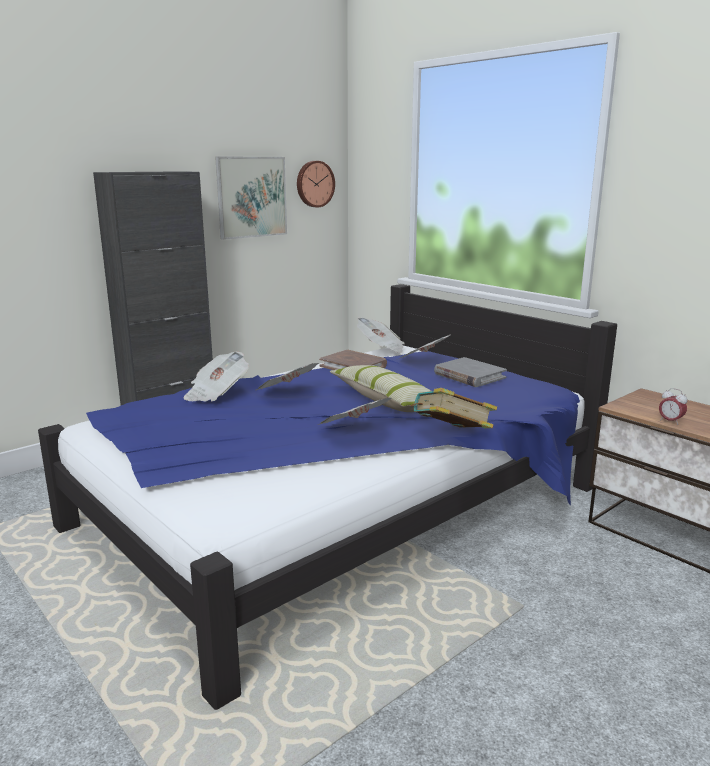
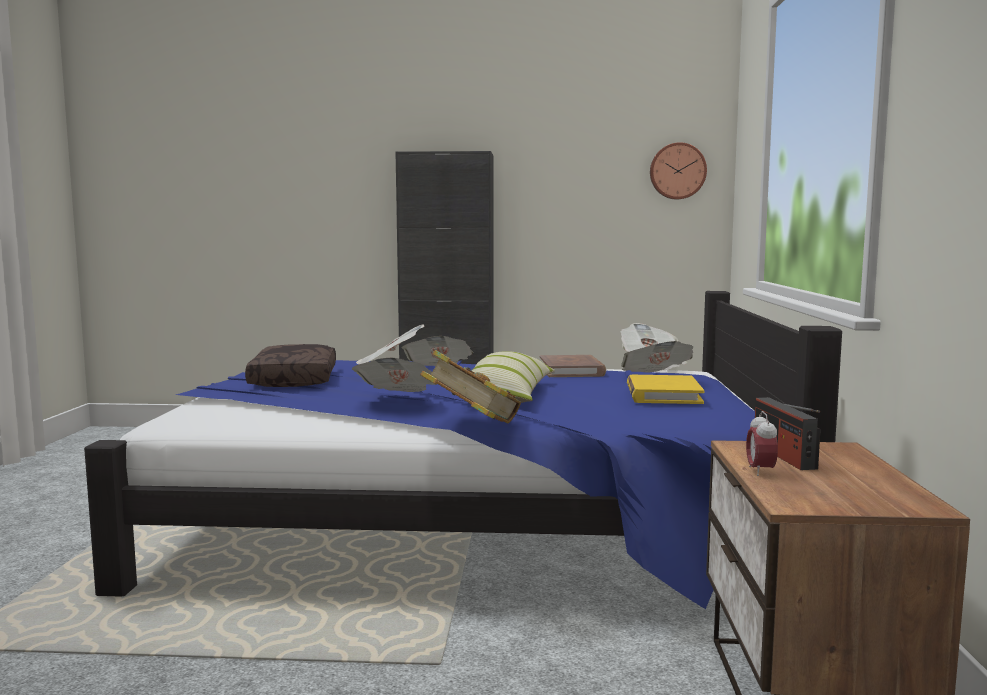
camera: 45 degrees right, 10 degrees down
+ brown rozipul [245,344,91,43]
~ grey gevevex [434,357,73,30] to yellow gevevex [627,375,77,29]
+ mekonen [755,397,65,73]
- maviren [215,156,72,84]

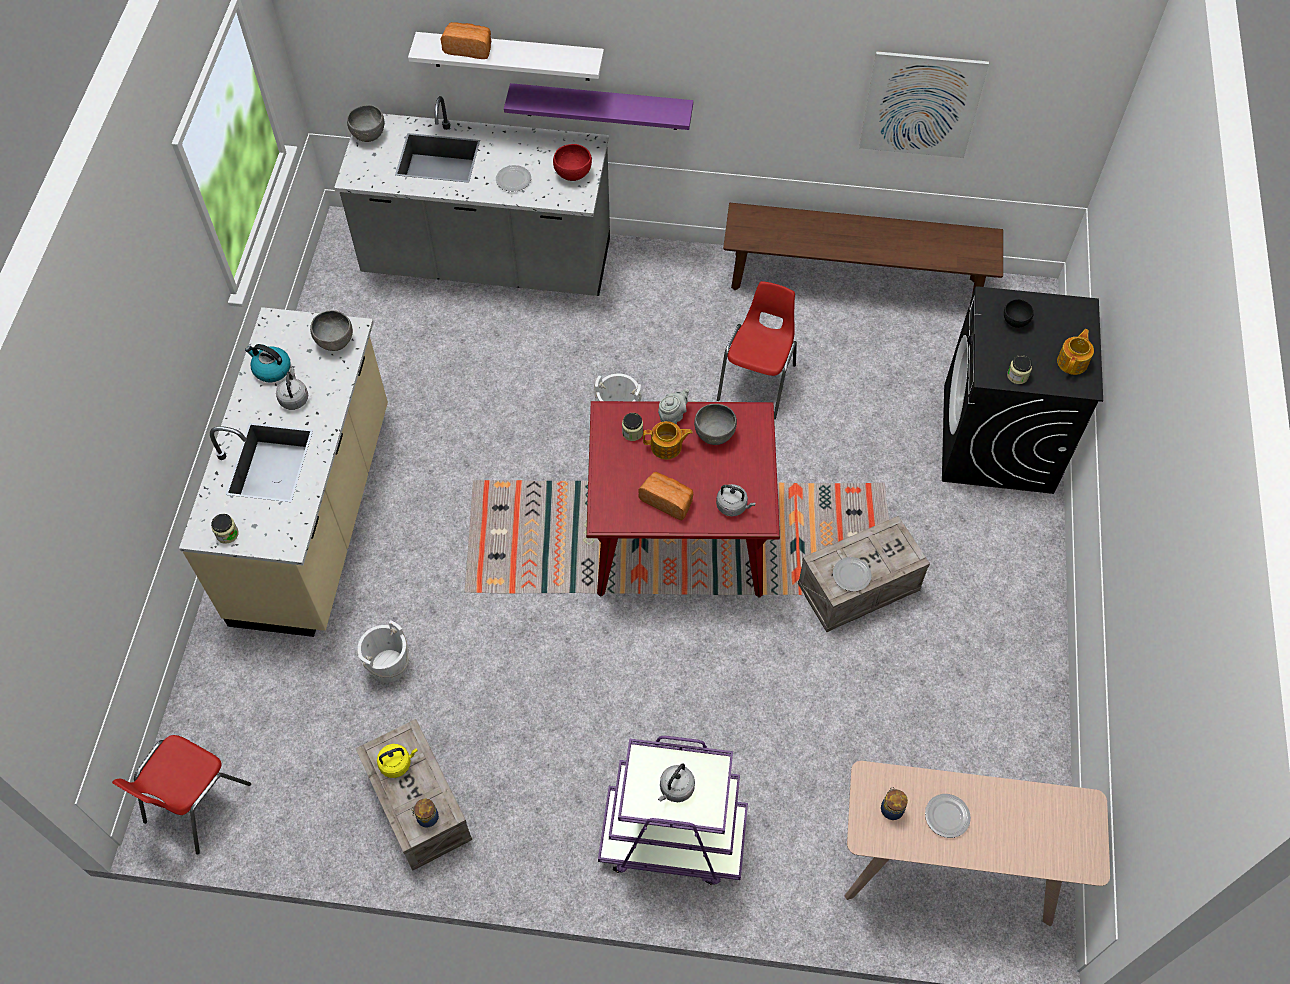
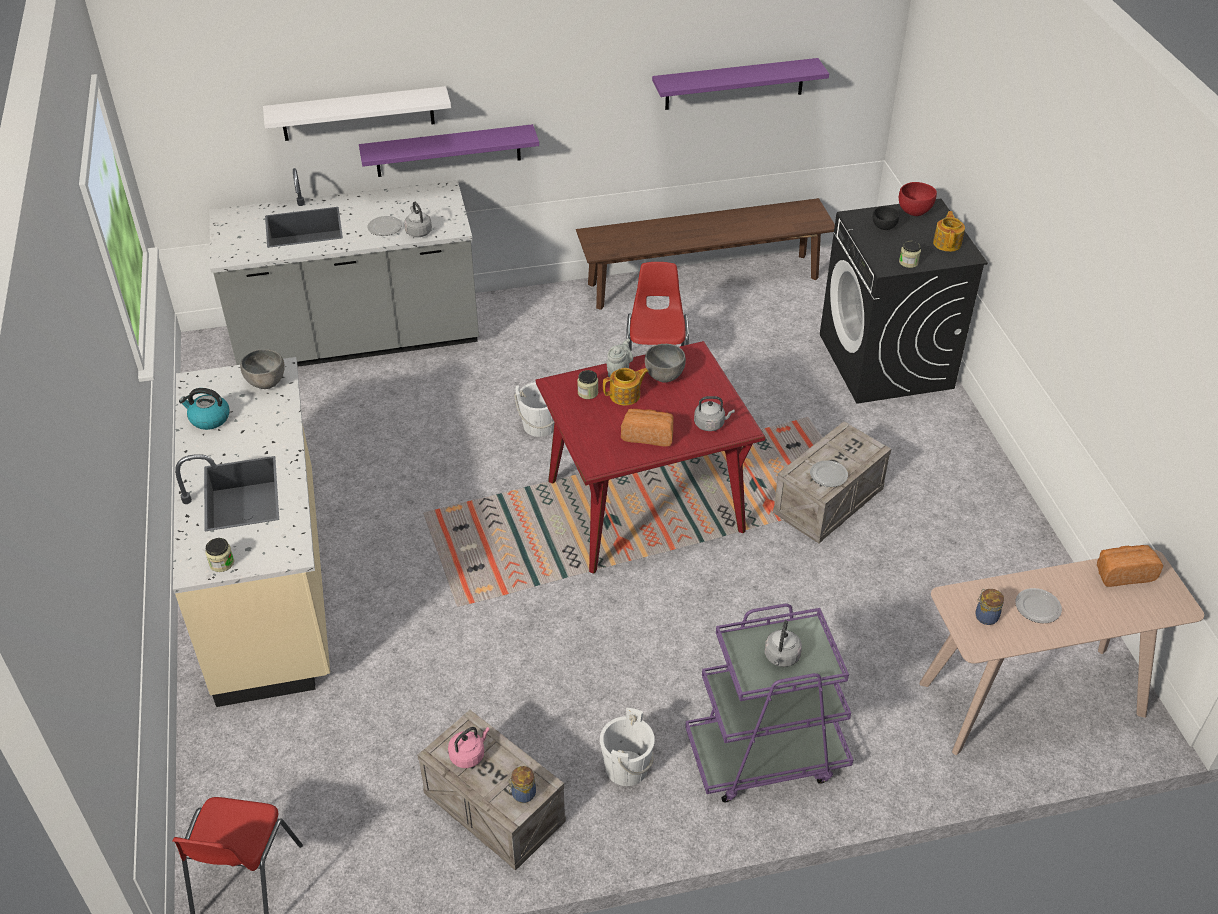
camera: 20 degrees left, 15 degrees down
~ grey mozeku [276,368,32,42] to [404,202,28,35]
~ yellow mozeku [377,744,41,34] to pink mozeku [448,727,42,41]
~ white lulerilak [357,620,52,63] to [600,708,55,78]
~ maviren [859,51,130,107] to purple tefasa [652,58,177,52]
~ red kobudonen [553,144,39,37] to [899,182,38,34]
~ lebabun [441,22,50,37] to [1097,545,66,42]
- grey kobudonen [347,105,37,37]

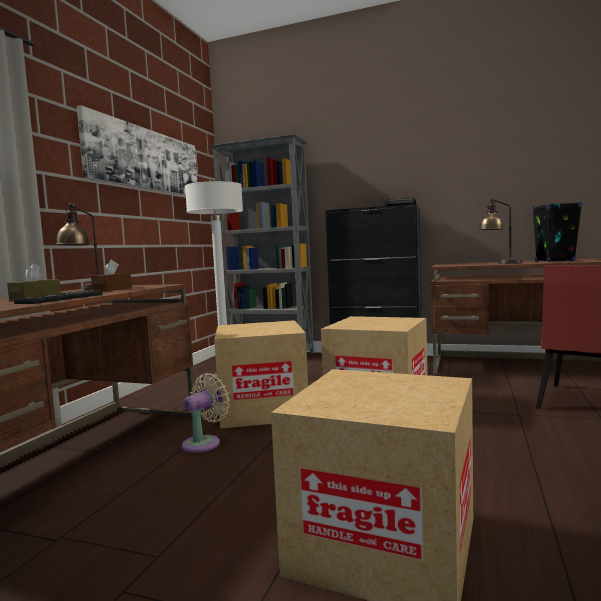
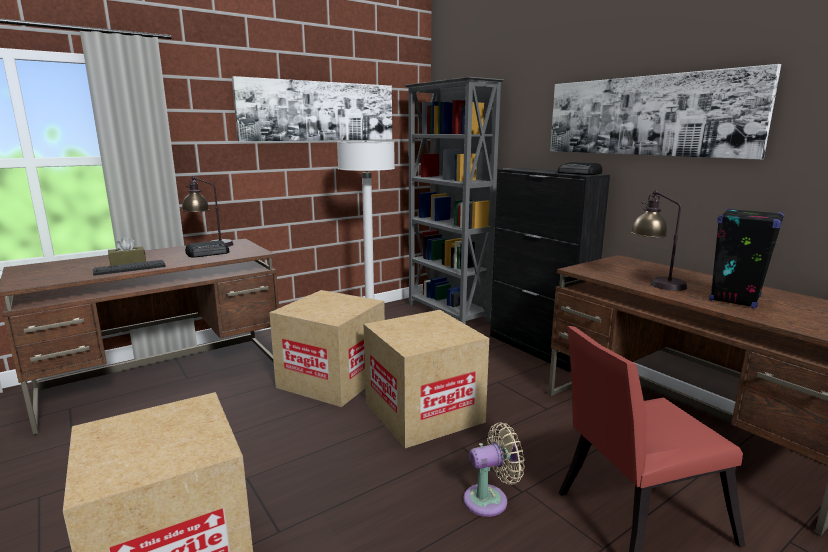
camera: 35 degrees right, 10 degrees up
~ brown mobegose [91,260,41,31] to mekonen [185,240,45,18]
~ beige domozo [182,373,48,80] to [463,422,62,95]
+ maviren [550,64,231,96]

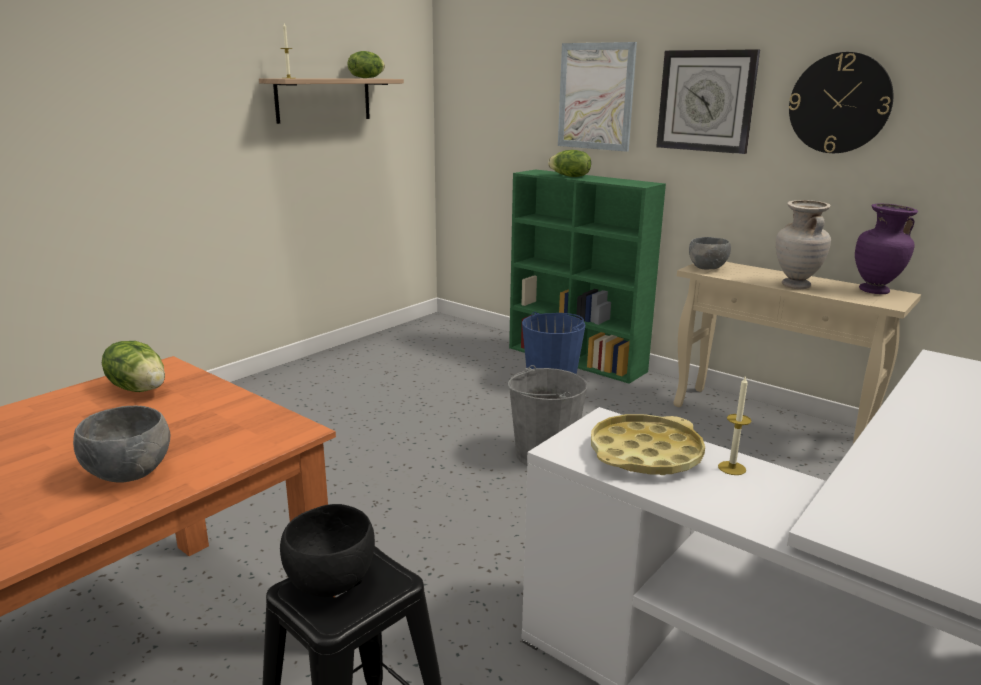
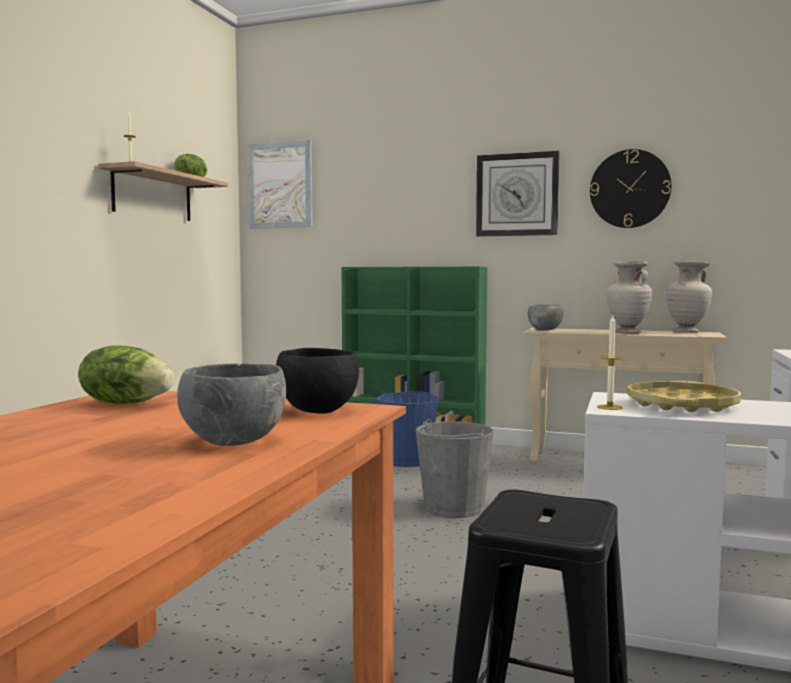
camera: 20 degrees left, 15 degrees down
~ maviren [558,42,79,110] to [248,140,64,89]
~ black kobudonen [280,504,95,93] to [276,348,83,66]
~ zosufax [718,375,33,100] to [597,316,26,94]
~ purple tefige [855,204,63,90] to beige tefige [666,261,46,72]
- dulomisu [548,150,43,27]

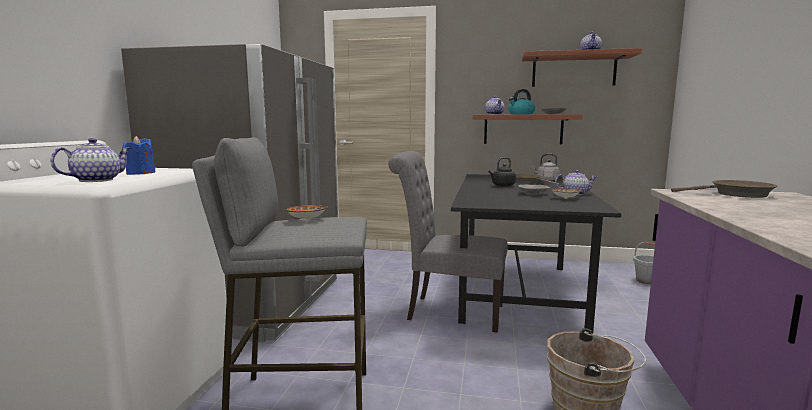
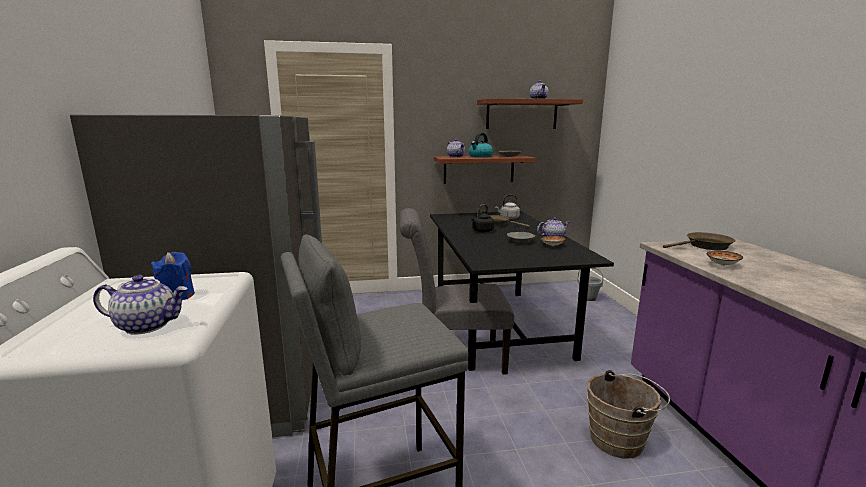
camera: 20 degrees left, 5 degrees up
~ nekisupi [50,138,82,44] = [93,275,95,60] 75 degrees clockwise
~ kobudonen [285,205,43,15] to [707,251,36,15]

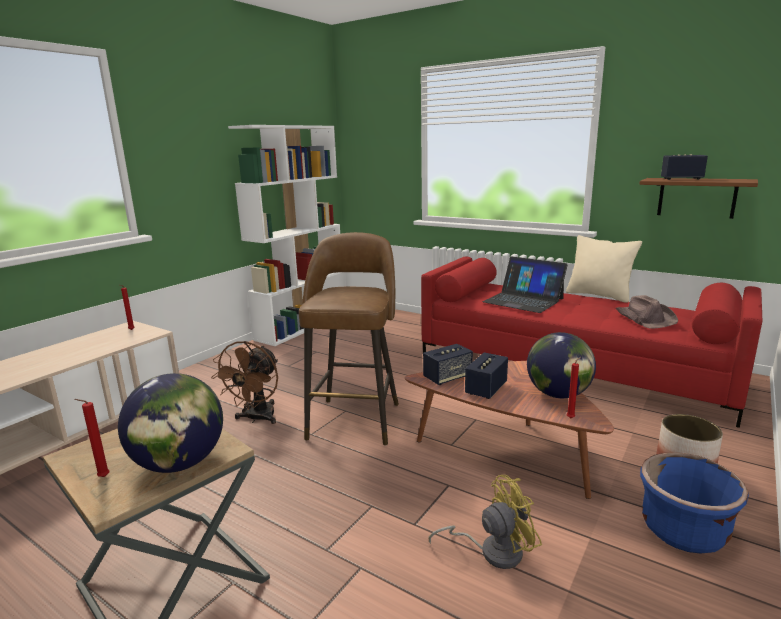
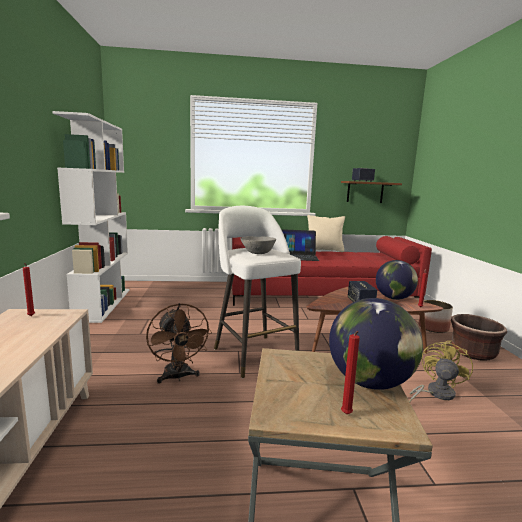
camera: 40 degrees left, 5 degrees down
~ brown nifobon [299,232,100,214] to white nifobon [214,206,87,172]
+ grey kobudonen [241,236,35,18]
~ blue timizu [640,453,109,100] to brown timizu [451,314,56,47]
- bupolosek [423,344,50,41]
- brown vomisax [615,295,63,34]

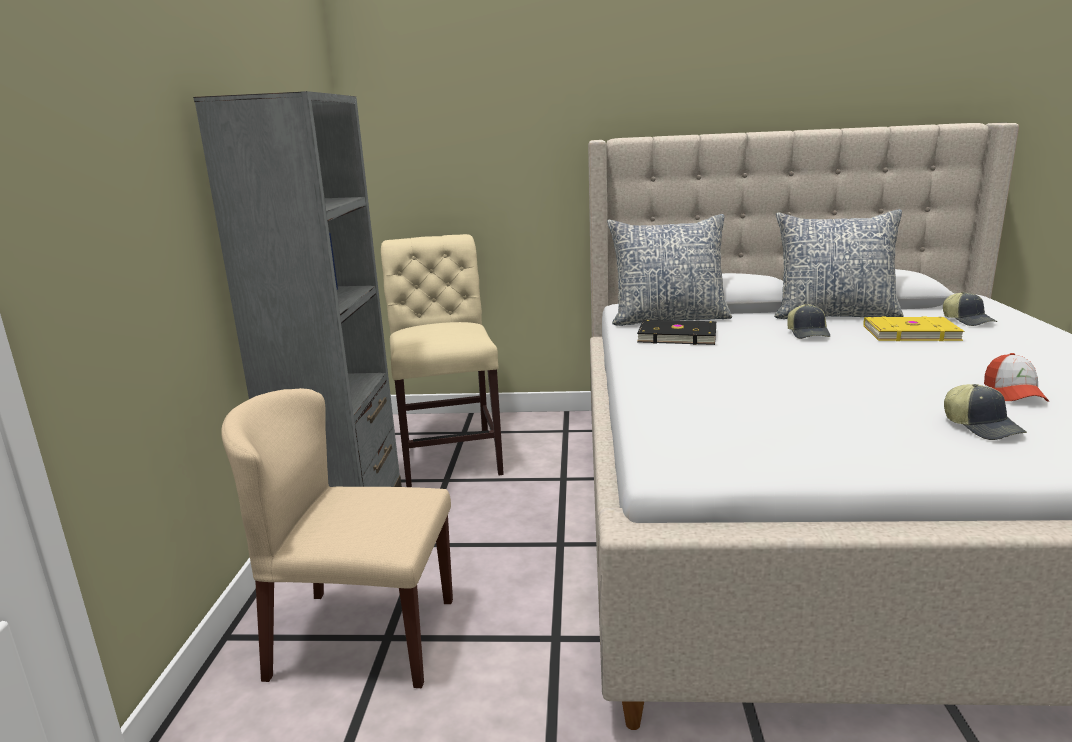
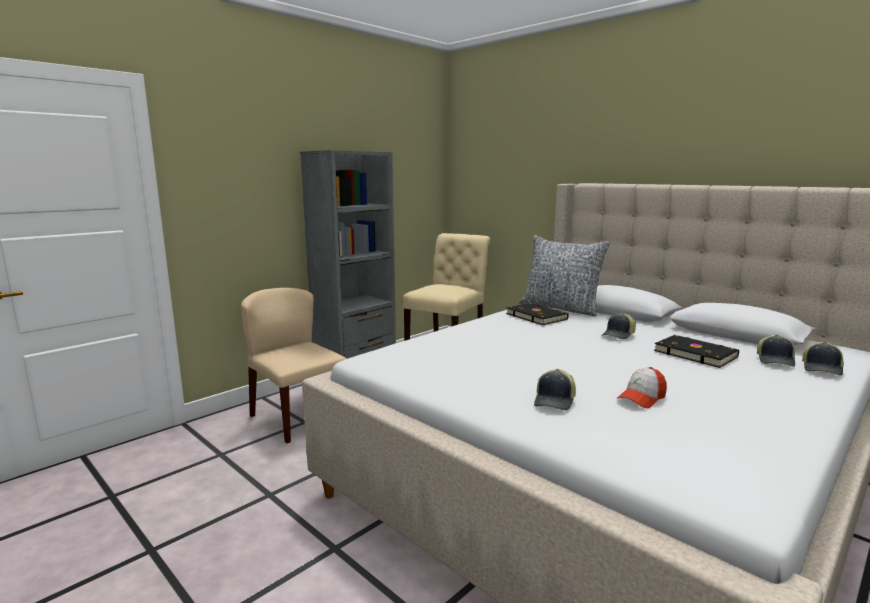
camera: 40 degrees right, 5 degrees down
~ yellow gevevex [863,316,101,25] to black gevevex [654,335,85,33]
+ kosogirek [802,342,42,34]
- rozipul [774,209,130,110]

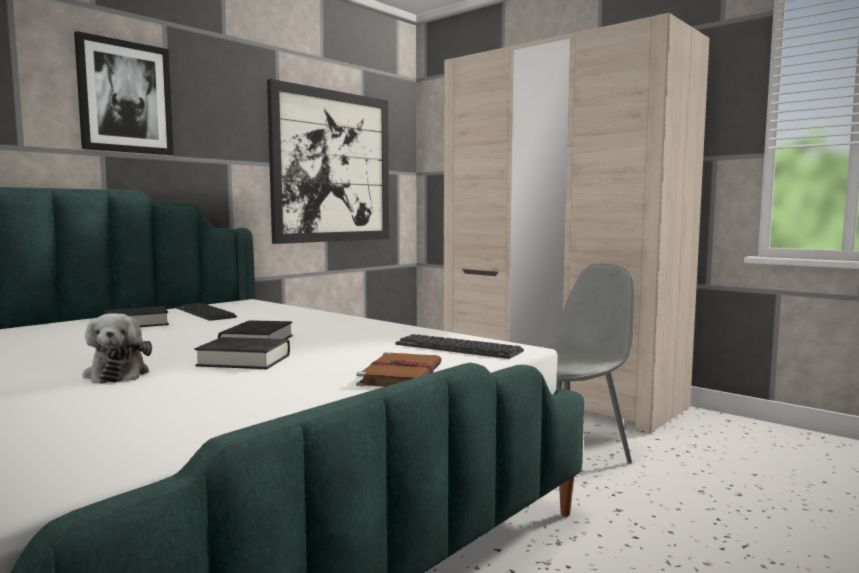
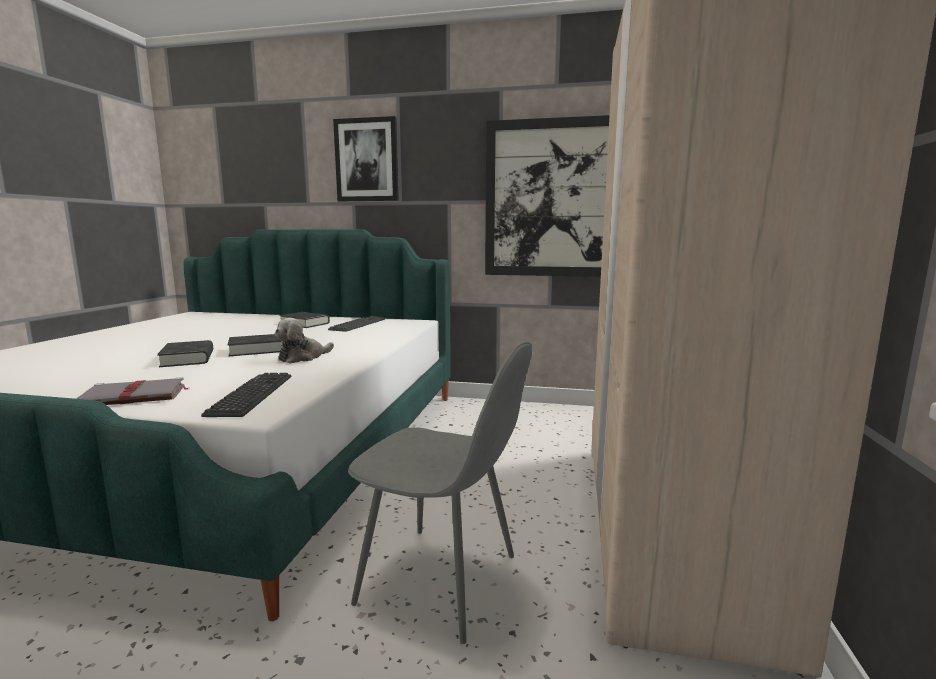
camera: 60 degrees right, 5 degrees up
~ brown gevevex [356,352,86,35] to grey gevevex [76,377,112,28]
~ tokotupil [83,313,69,71] to [274,318,60,46]

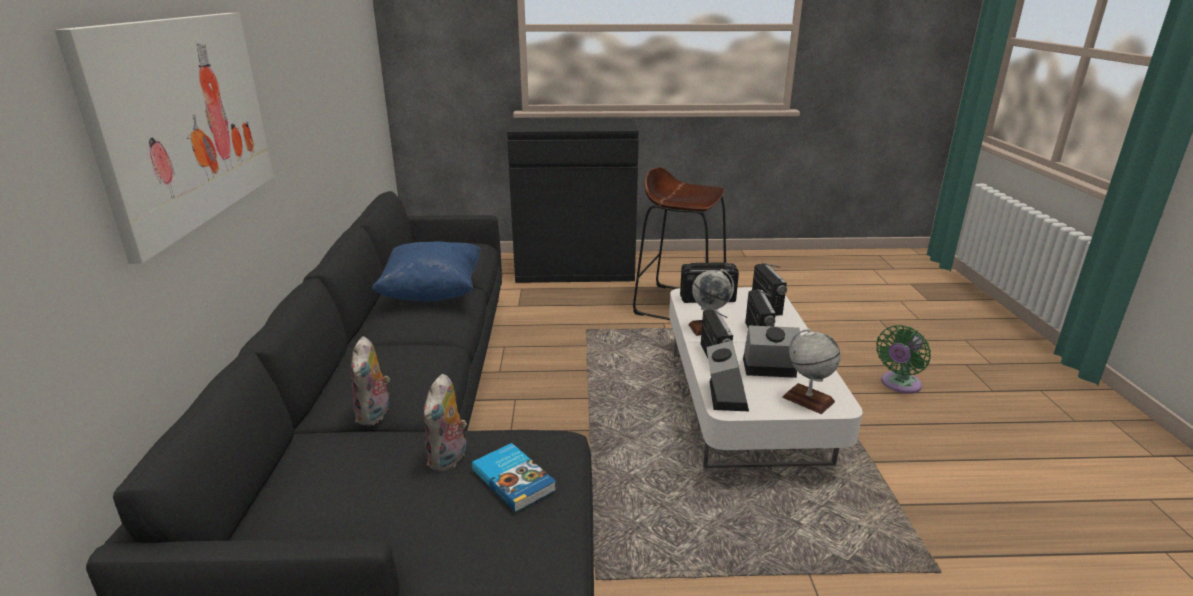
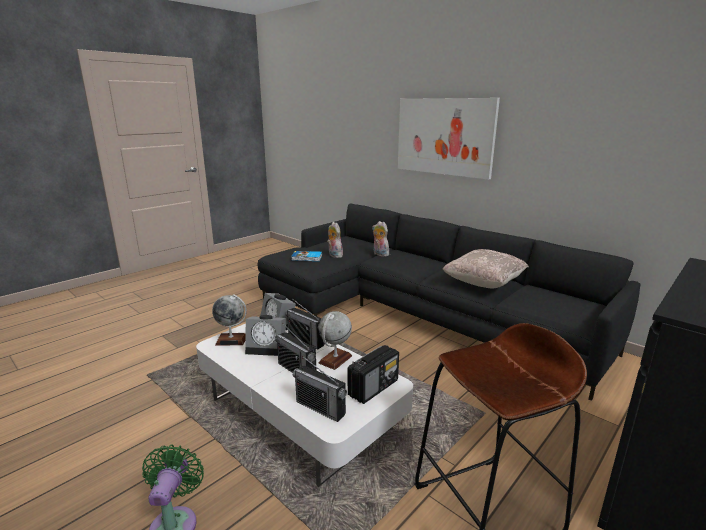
camera: 135 degrees right, 5 degrees down
~ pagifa [743,326,58,52] = [245,315,41,41] 45 degrees clockwise
~ blue rozipul [372,242,110,59] to beige rozipul [443,249,86,40]

